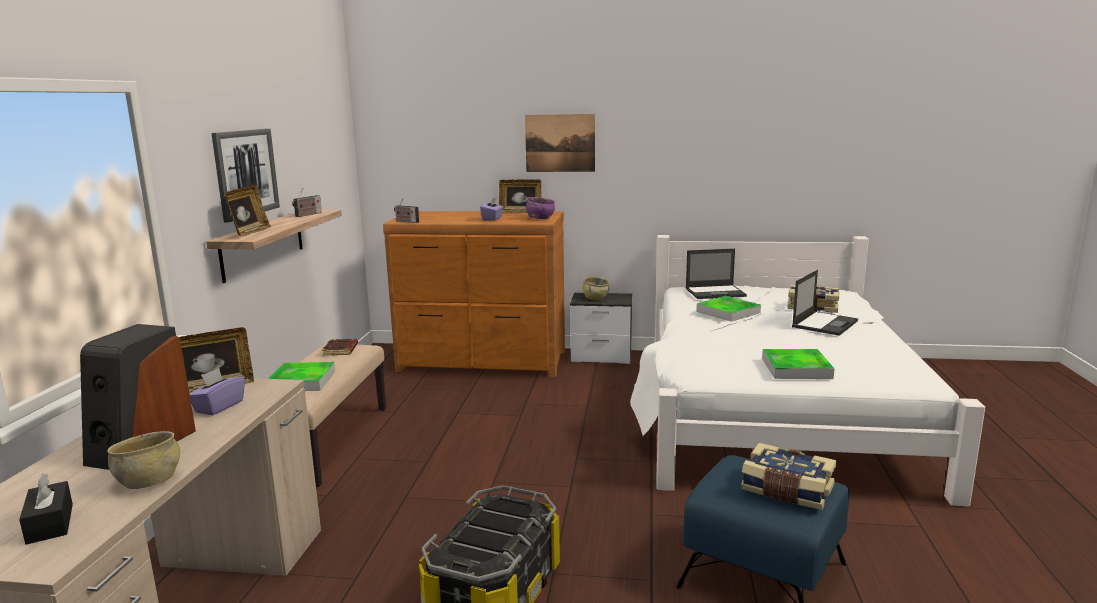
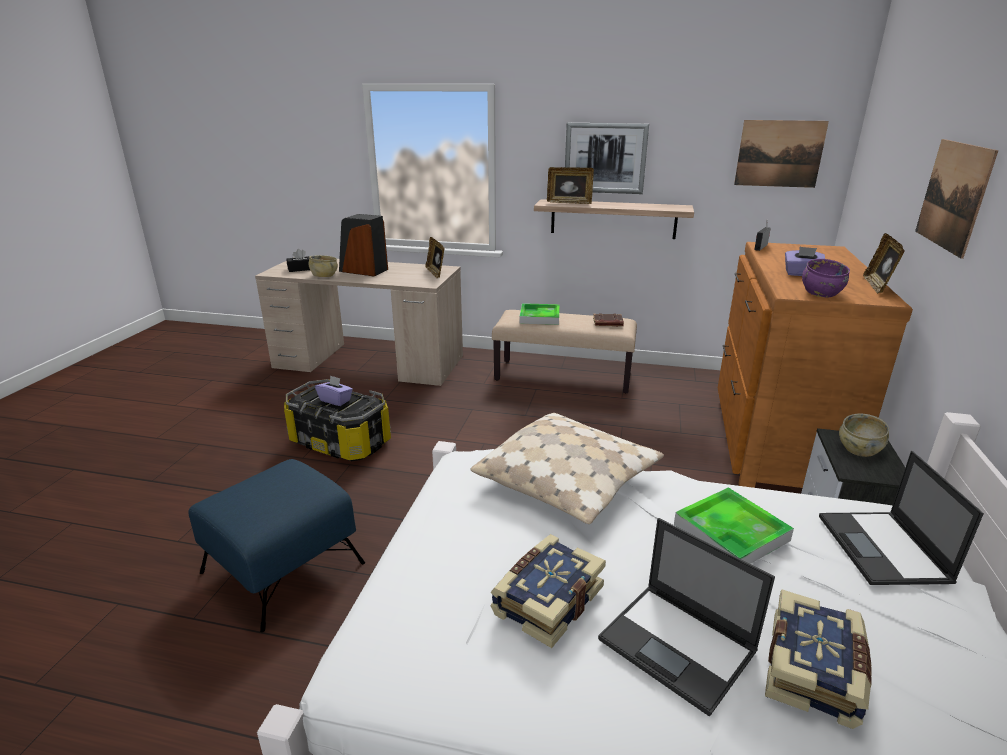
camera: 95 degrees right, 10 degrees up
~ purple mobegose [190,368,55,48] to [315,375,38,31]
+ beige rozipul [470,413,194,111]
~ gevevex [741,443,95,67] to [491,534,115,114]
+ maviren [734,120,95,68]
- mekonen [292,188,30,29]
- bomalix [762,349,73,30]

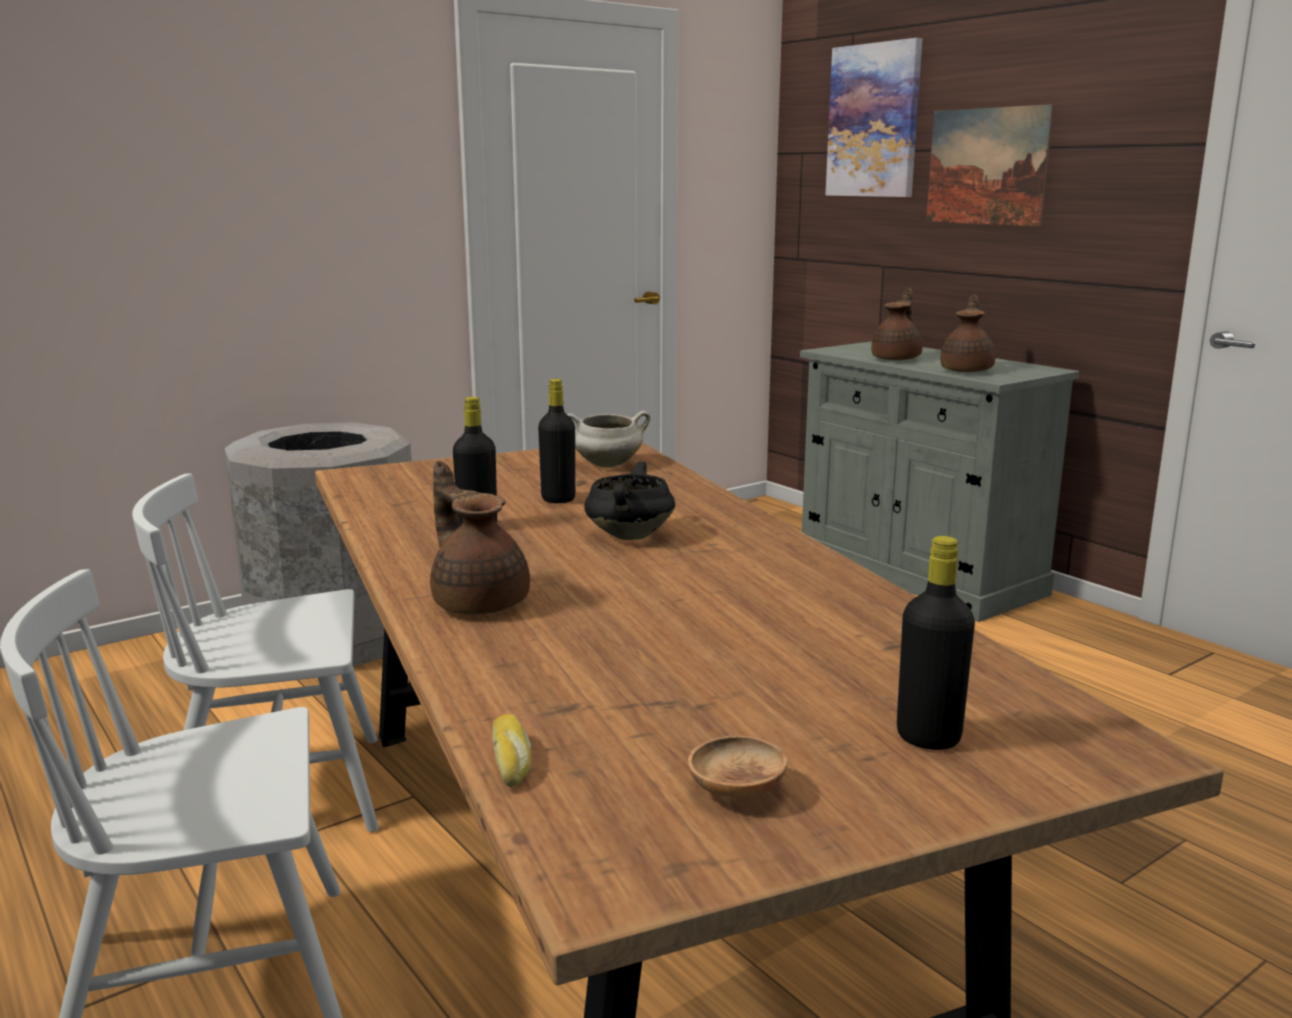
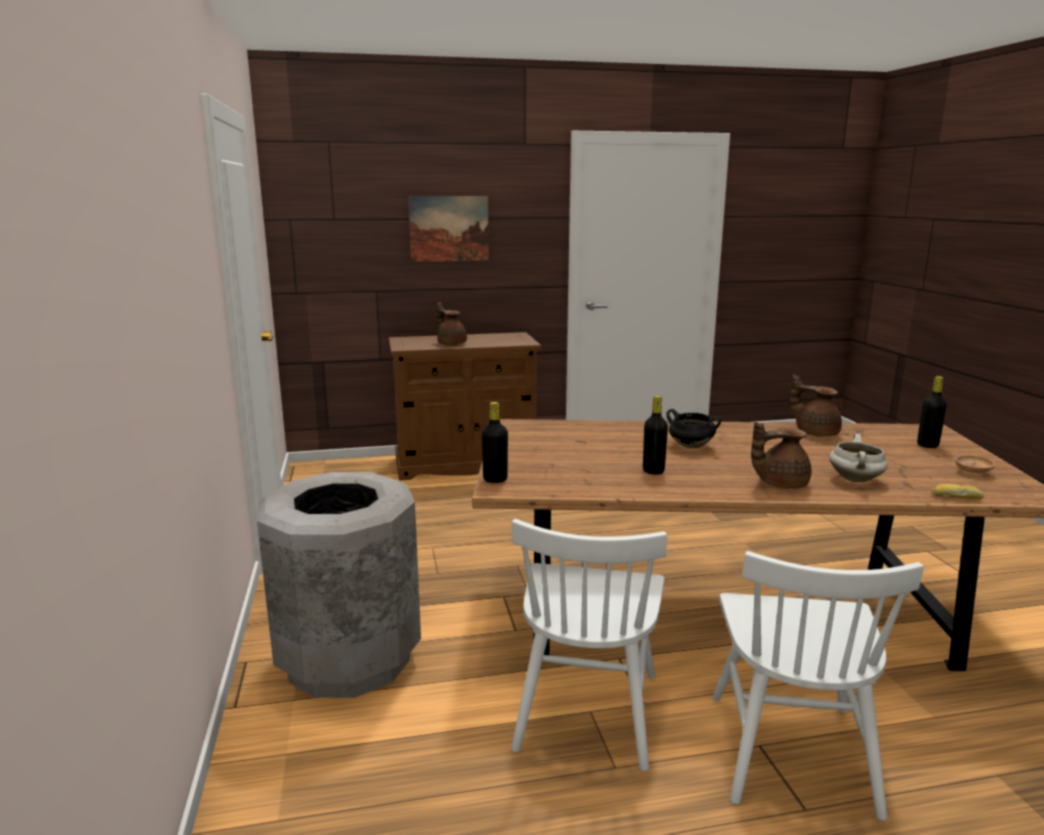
camera: 65 degrees left, 0 degrees up
~ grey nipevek [800,341,279,281] to brown nipevek [389,332,152,149]
~ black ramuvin [538,379,37,124] to [482,402,26,81]
~ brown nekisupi [940,294,55,78] to [790,374,52,63]
~ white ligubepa [567,411,83,56] to [829,434,59,49]
- maviren [825,38,98,159]

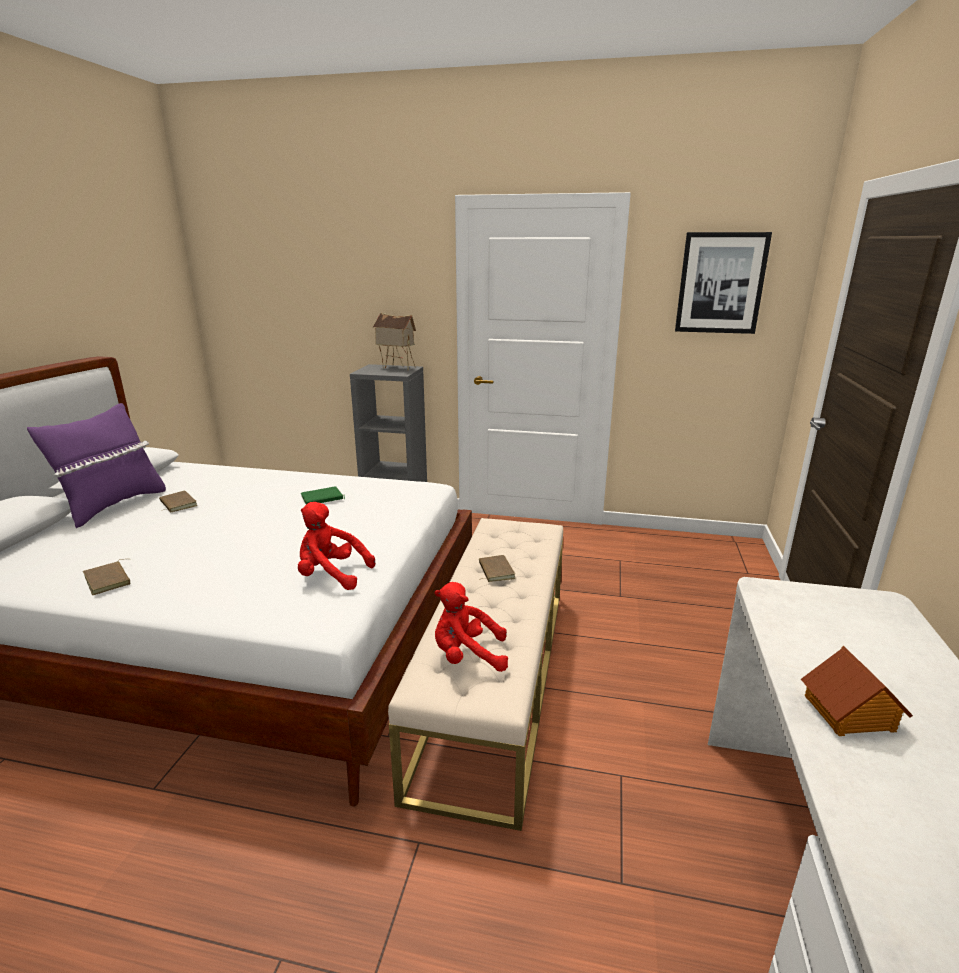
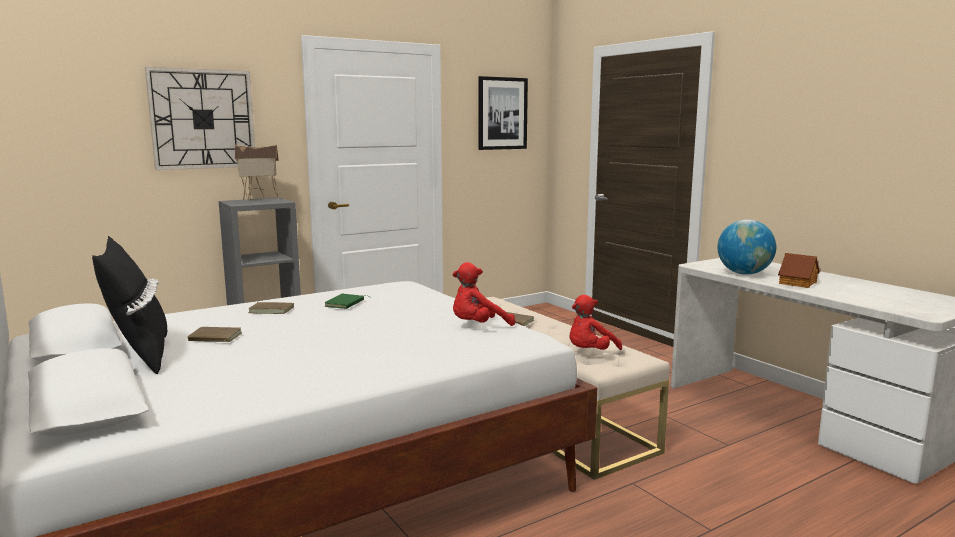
camera: 45 degrees left, 10 degrees down
~ purple rozipul [27,403,139,125] to black rozipul [92,236,75,139]
+ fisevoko [145,67,110,103]
~ brown gevevex [83,559,47,36] to [248,300,46,14]
+ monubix [718,219,58,56]

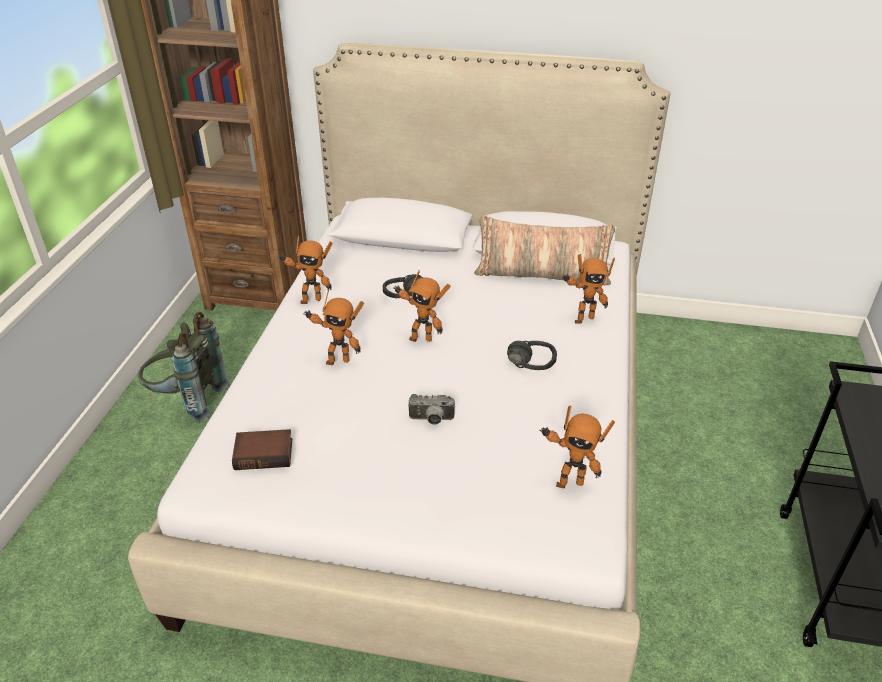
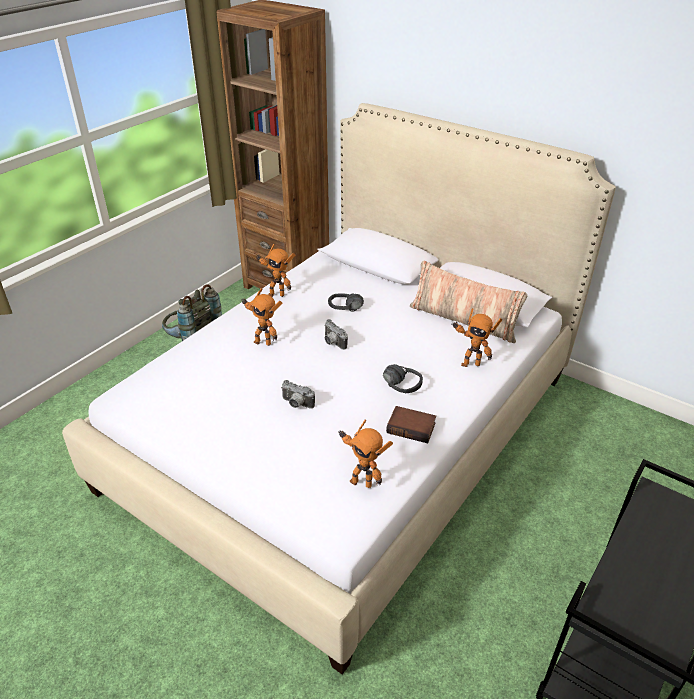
camera: 25 degrees right, 0 degrees up
~ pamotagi [393,270,58,72] to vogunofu [325,319,23,31]
~ gevevex [232,429,60,41] to [386,406,50,37]

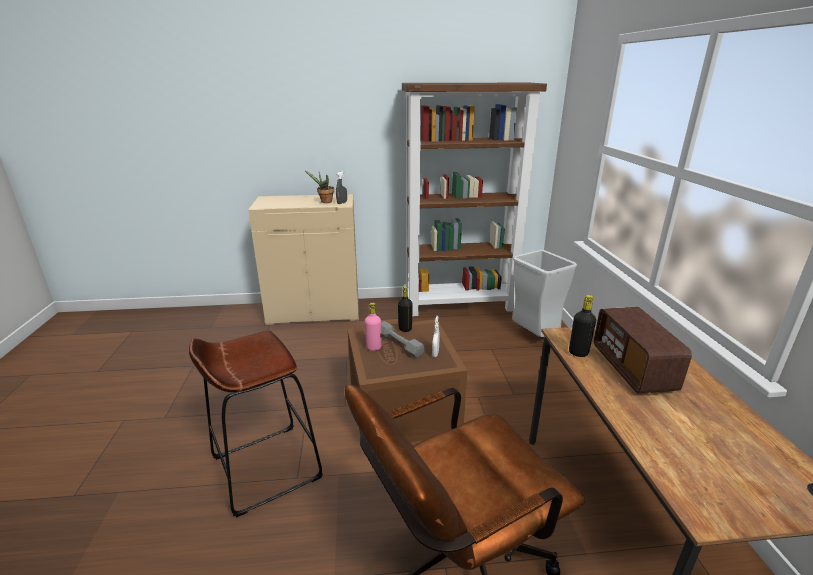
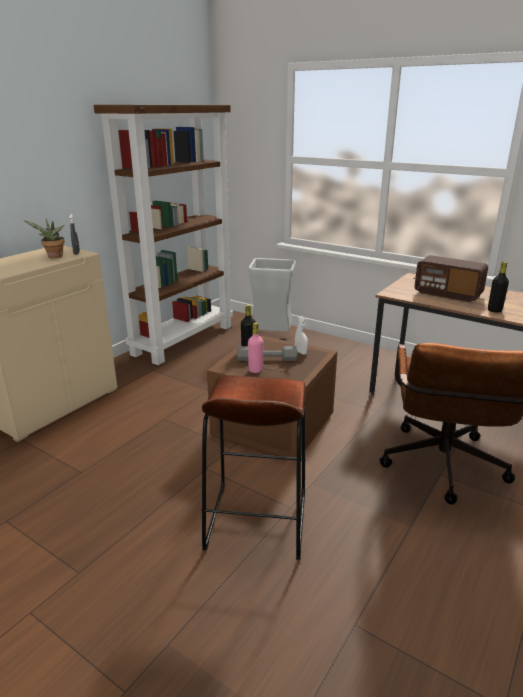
camera: 50 degrees left, 0 degrees up
~ black ramuvin [569,295,27,62] to [488,262,21,51]

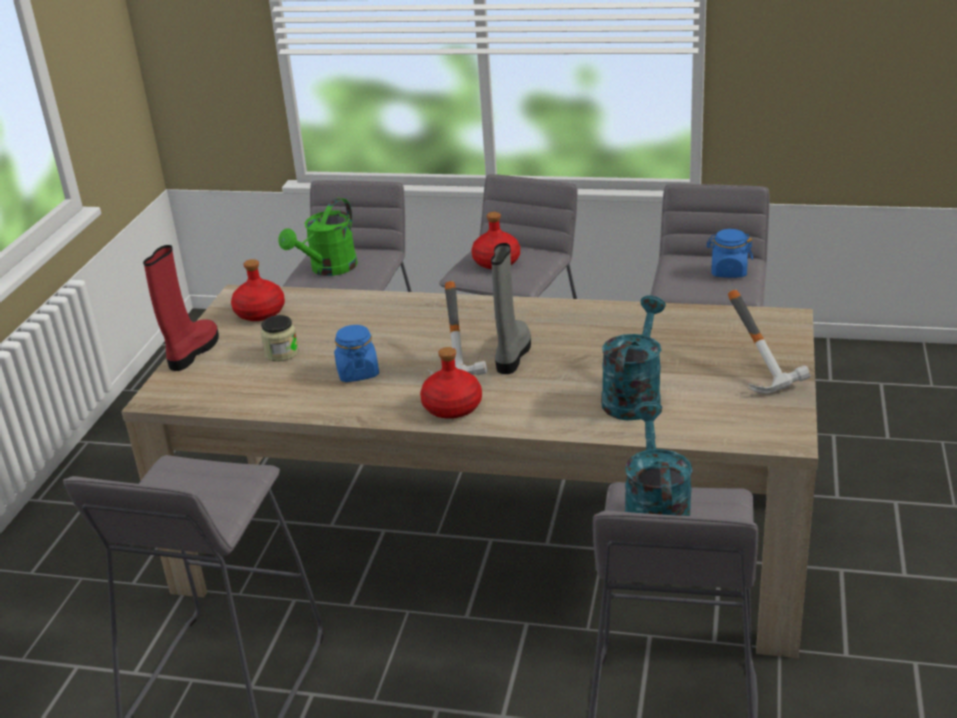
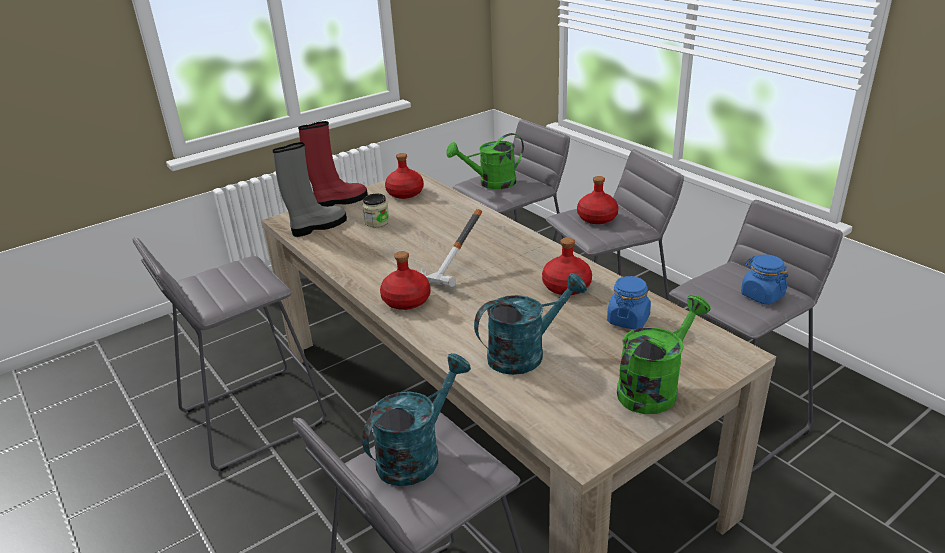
camera: 40 degrees right, 0 degrees up
~ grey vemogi [491,243,40,131] to [272,142,75,95]
+ red ramuvin [542,237,50,58]
~ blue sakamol [334,325,45,57] to [607,276,44,53]
~ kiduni [728,290,83,104] to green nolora [617,295,94,119]

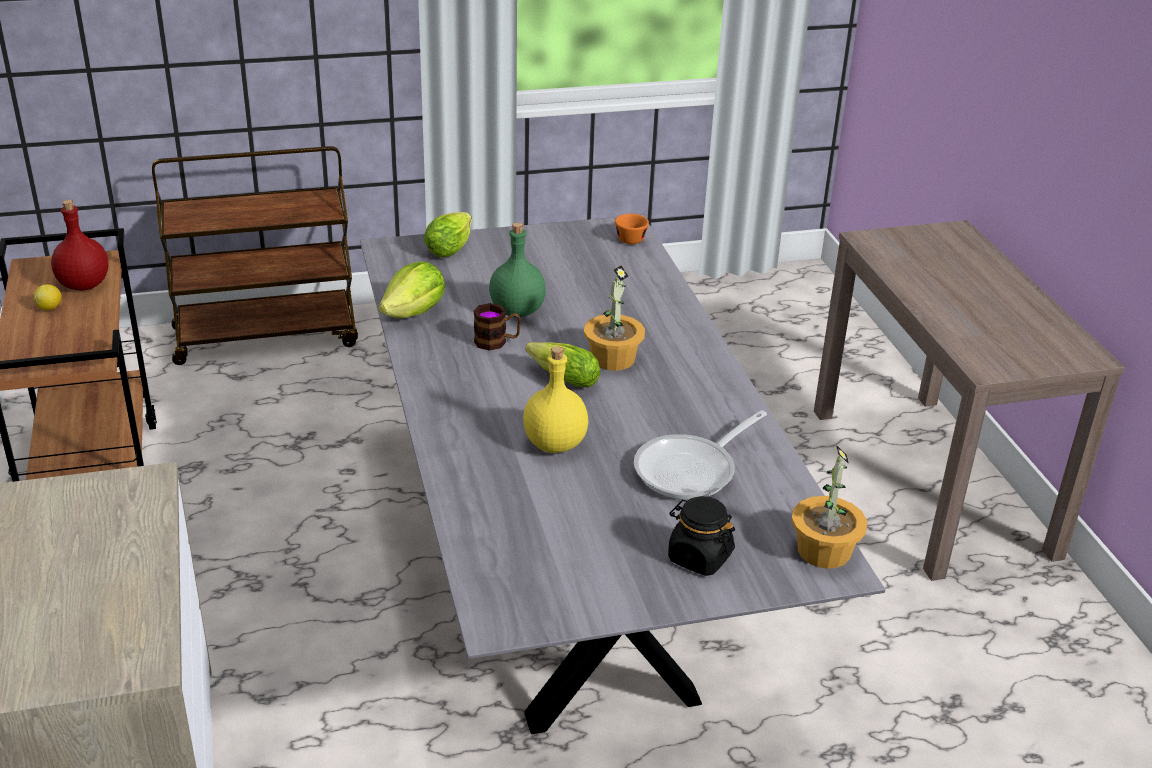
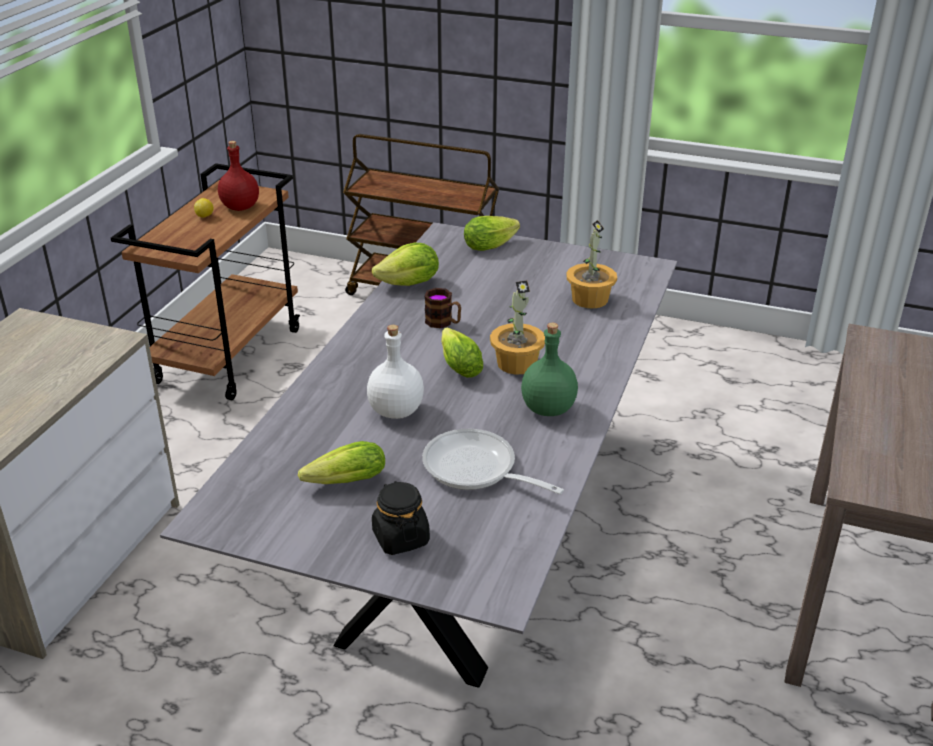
camera: 35 degrees right, 0 degrees up
+ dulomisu [298,441,87,43]
~ yellow ramuvin [523,347,65,106] to white ramuvin [367,325,57,94]
~ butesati [634,410,133,90] = [422,429,142,65] 45 degrees clockwise
~ green ramuvin [489,223,57,94] to [521,323,57,93]
~ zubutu [791,445,76,124] to [566,220,51,89]
- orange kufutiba [615,214,34,30]

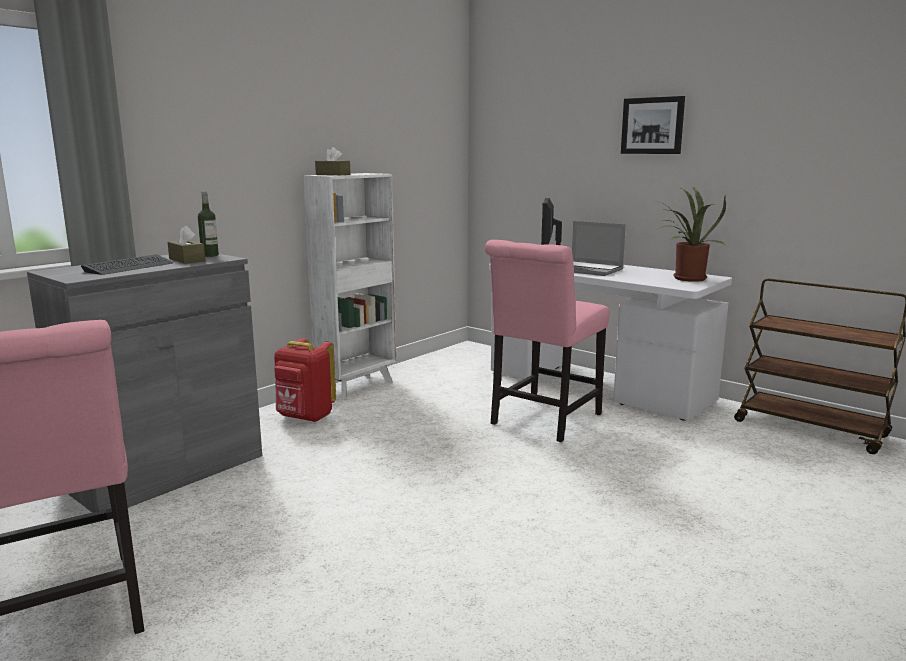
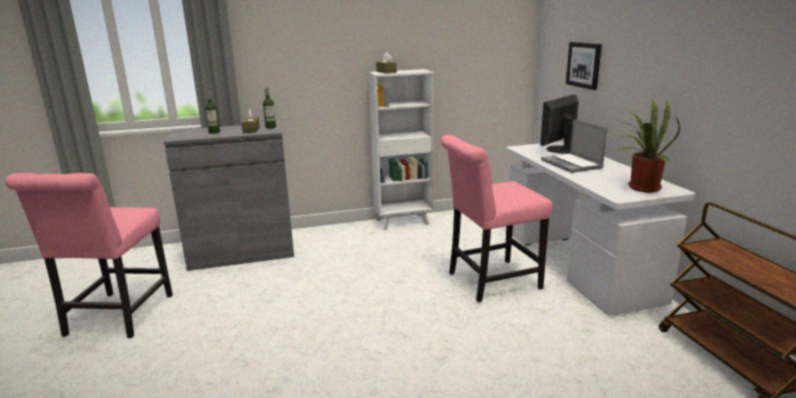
camera: 35 degrees right, 5 degrees up
~ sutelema [81,254,92,21] to ramuvin [205,91,15,43]
~ maviren [621,96,64,58] to [566,42,36,48]
- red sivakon [274,338,62,84]

